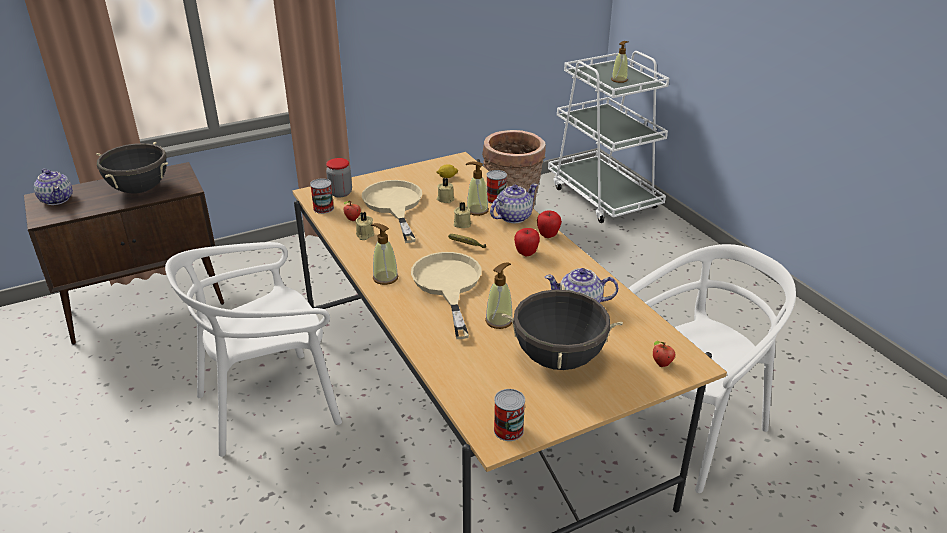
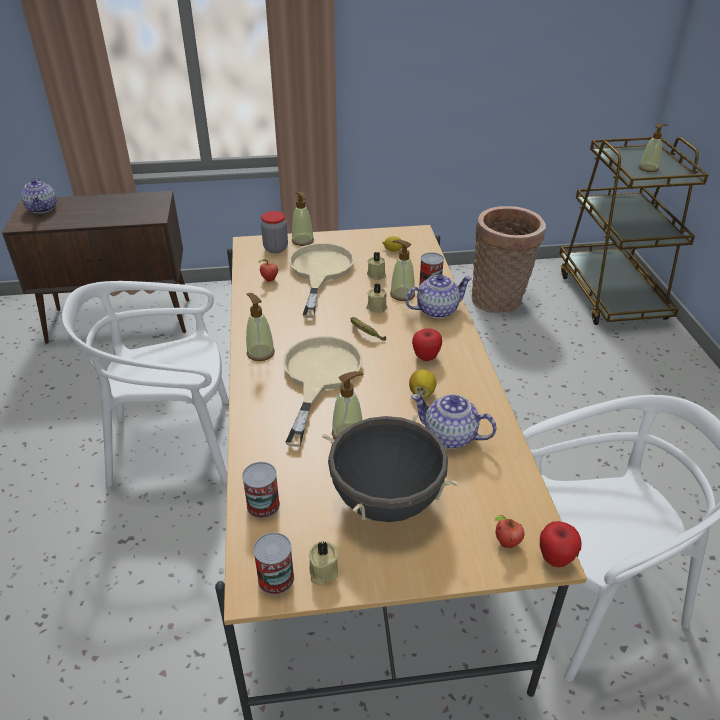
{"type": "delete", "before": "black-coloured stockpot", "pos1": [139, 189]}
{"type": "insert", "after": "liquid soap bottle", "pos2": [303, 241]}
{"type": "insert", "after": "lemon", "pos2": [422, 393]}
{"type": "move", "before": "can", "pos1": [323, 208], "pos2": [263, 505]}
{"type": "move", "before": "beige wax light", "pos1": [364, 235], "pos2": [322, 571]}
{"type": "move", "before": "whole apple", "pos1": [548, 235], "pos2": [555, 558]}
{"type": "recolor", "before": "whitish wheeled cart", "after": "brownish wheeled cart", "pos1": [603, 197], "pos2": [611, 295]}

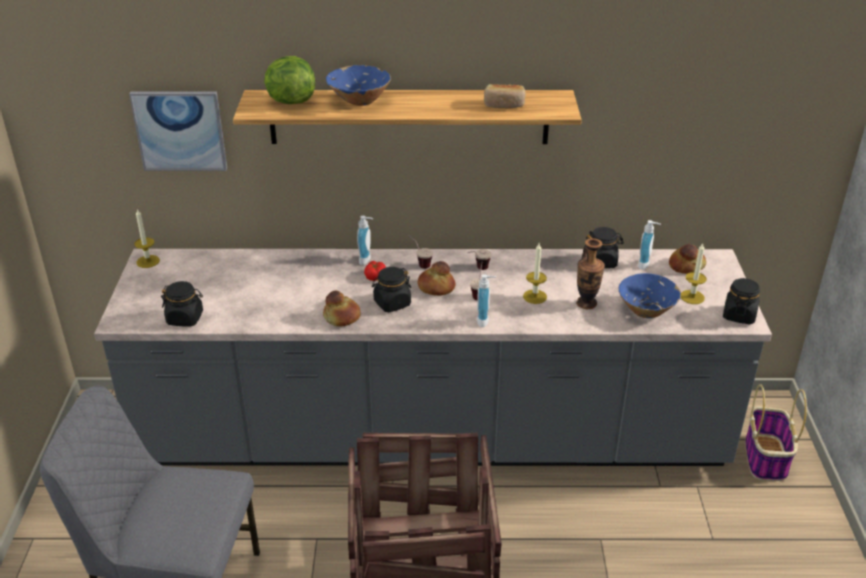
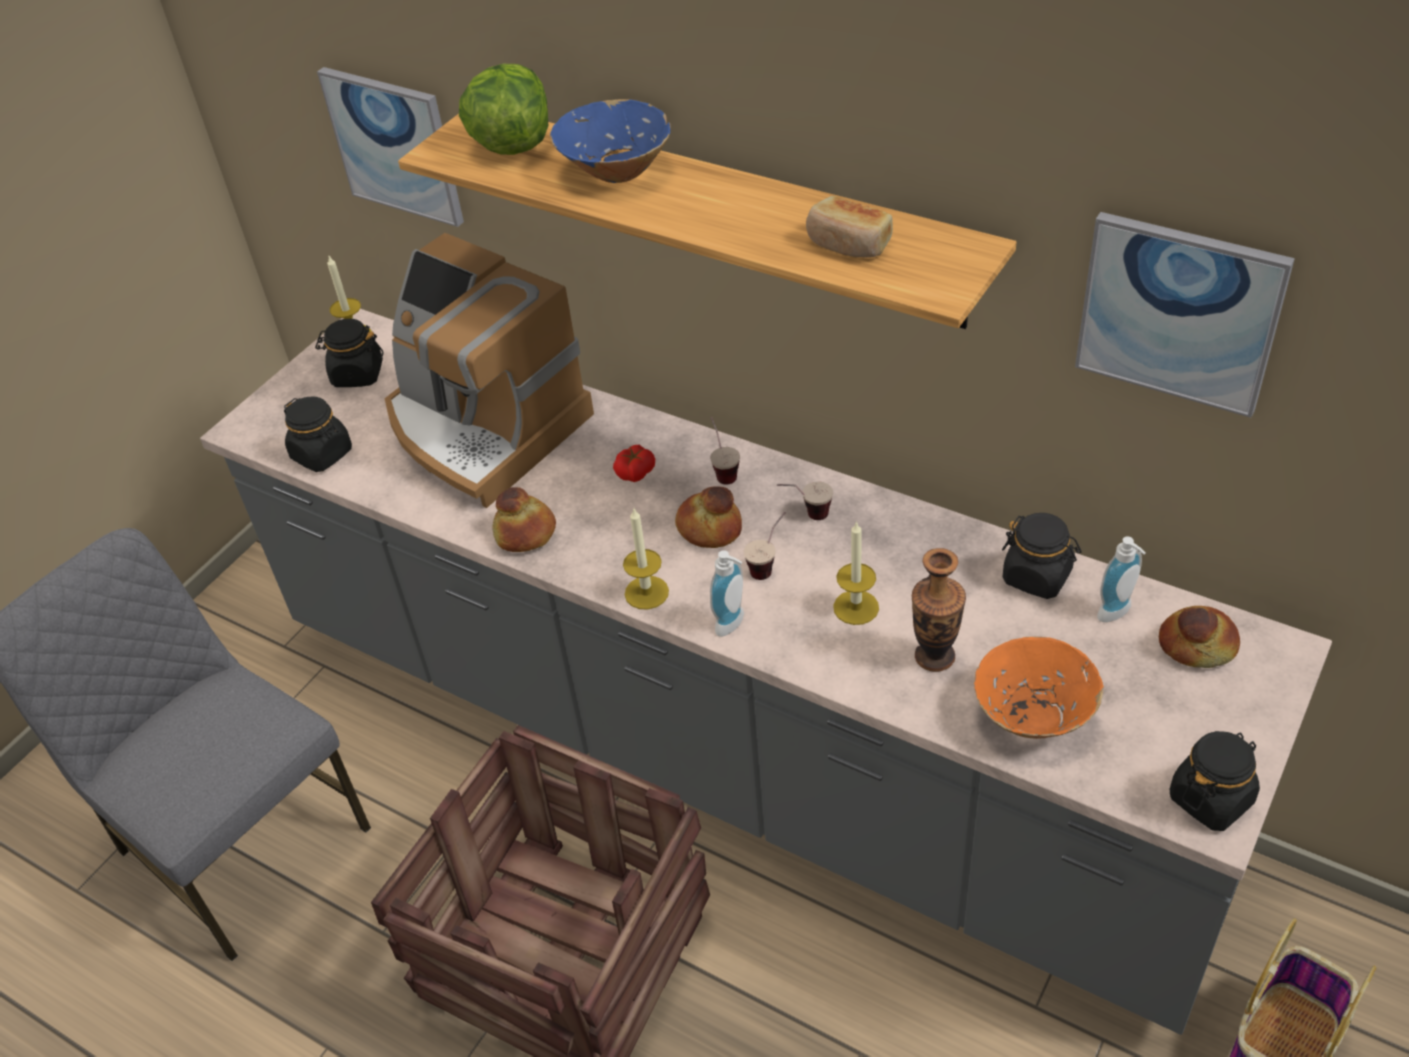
{"type": "delete", "before": "liquid soap bottle", "pos1": [367, 260]}
{"type": "insert", "after": "coffee machine", "pos2": [483, 428]}
{"type": "insert", "after": "picture", "pos2": [1179, 312]}
{"type": "move", "before": "black-coloured jar", "pos1": [392, 303], "pos2": [357, 374]}
{"type": "move", "before": "wax light", "pos1": [692, 297], "pos2": [646, 592]}
{"type": "recolor", "before": "blue serving bowl", "after": "orange-coloured serving bowl", "pos1": [646, 310], "pos2": [1033, 715]}

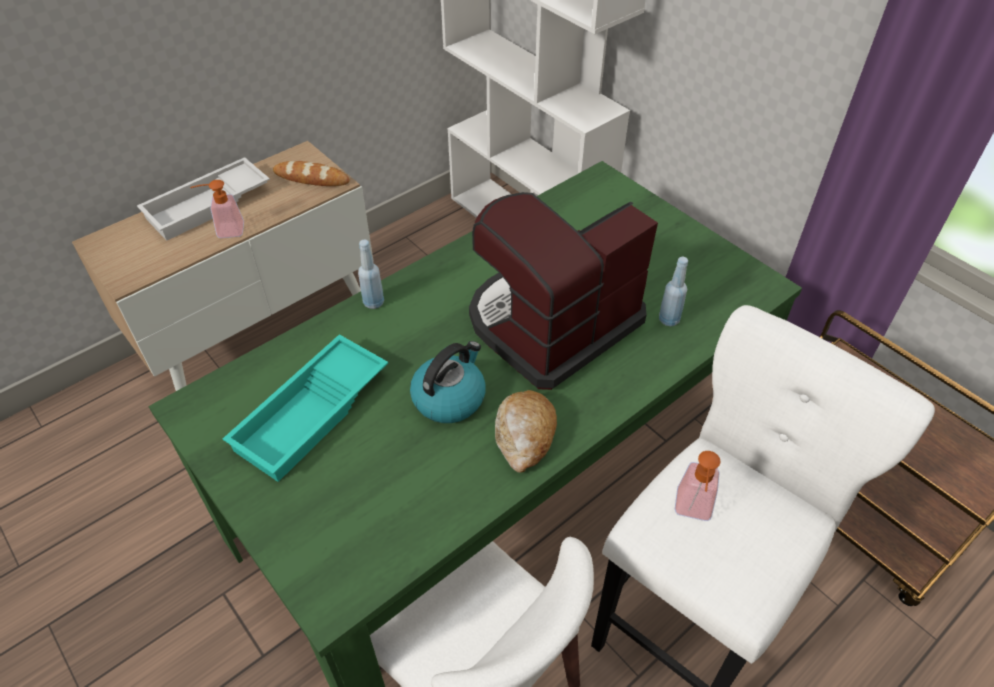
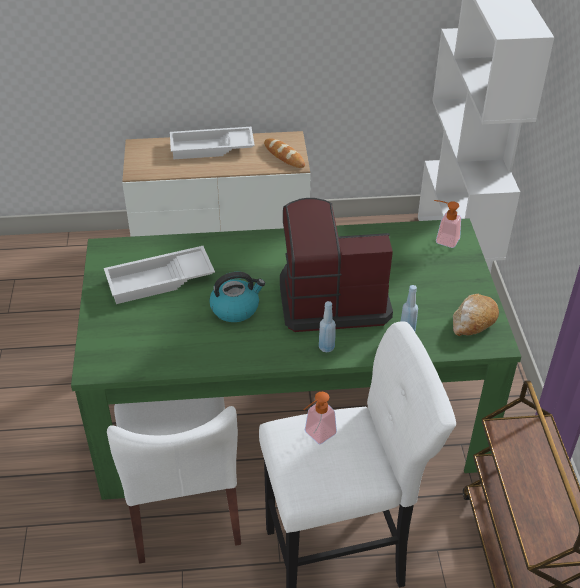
{"type": "move", "before": "liquid soap bottle", "pos1": [225, 231], "pos2": [443, 239]}
{"type": "move", "before": "blue bottle", "pos1": [373, 302], "pos2": [326, 347]}
{"type": "move", "before": "bread", "pos1": [525, 436], "pos2": [473, 321]}
{"type": "recolor", "before": "blue-green carrying tray", "after": "whitish carrying tray", "pos1": [313, 414], "pos2": [159, 281]}

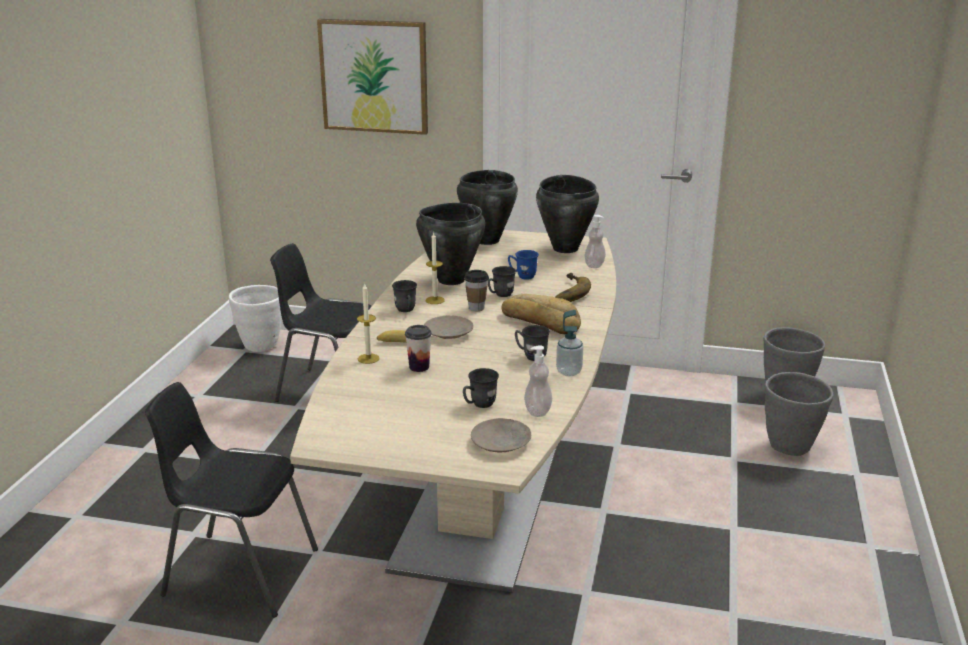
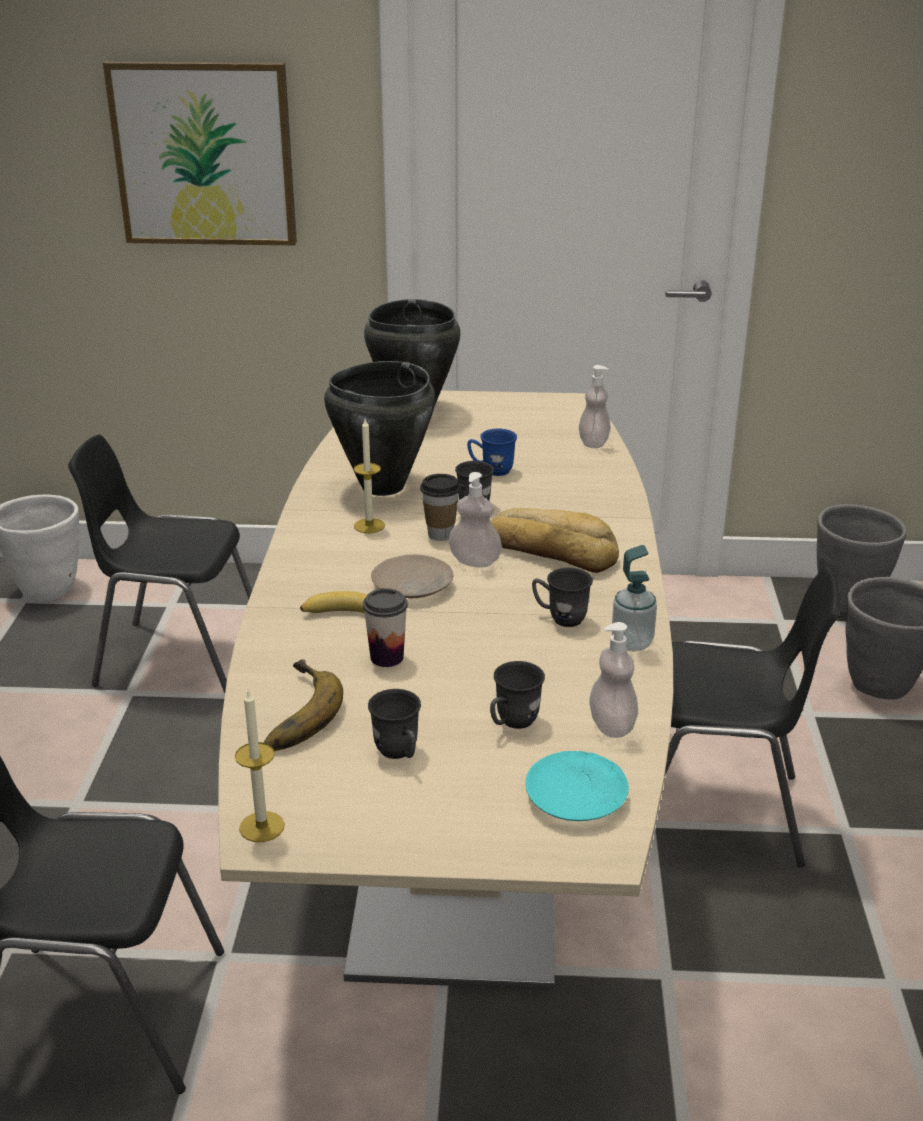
{"type": "delete", "before": "black-coloured stockpot", "pos1": [566, 248]}
{"type": "insert", "after": "liquid soap bottle", "pos2": [475, 561]}
{"type": "insert", "after": "black-coloured plain chair", "pos2": [715, 812]}
{"type": "move", "before": "wax light", "pos1": [368, 358], "pos2": [262, 827]}
{"type": "move", "before": "grey tea mug", "pos1": [406, 310], "pos2": [399, 754]}
{"type": "move", "before": "banana fruit", "pos1": [565, 293], "pos2": [290, 714]}
{"type": "recolor", "before": "beige plate", "after": "blue-green plate", "pos1": [501, 442], "pos2": [577, 796]}

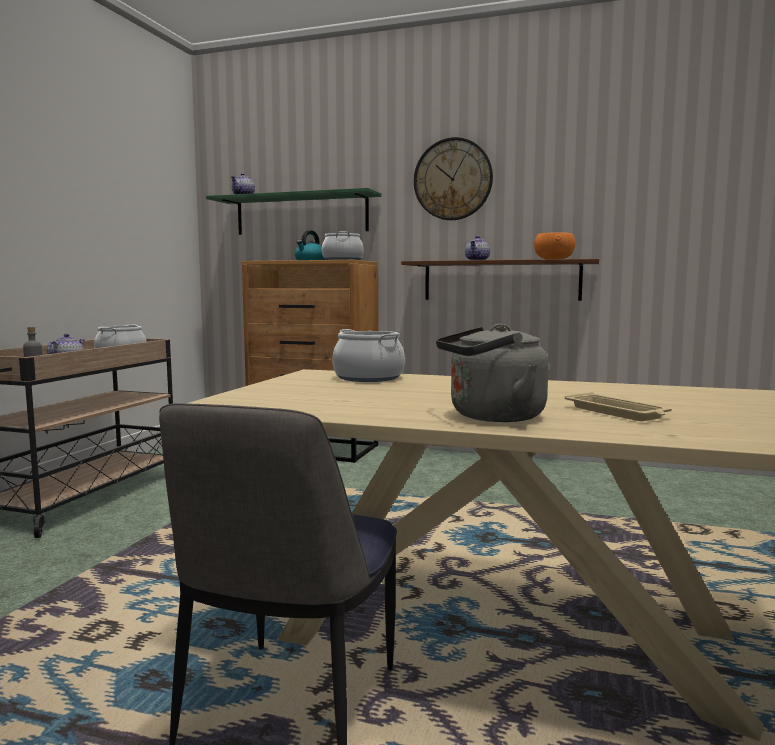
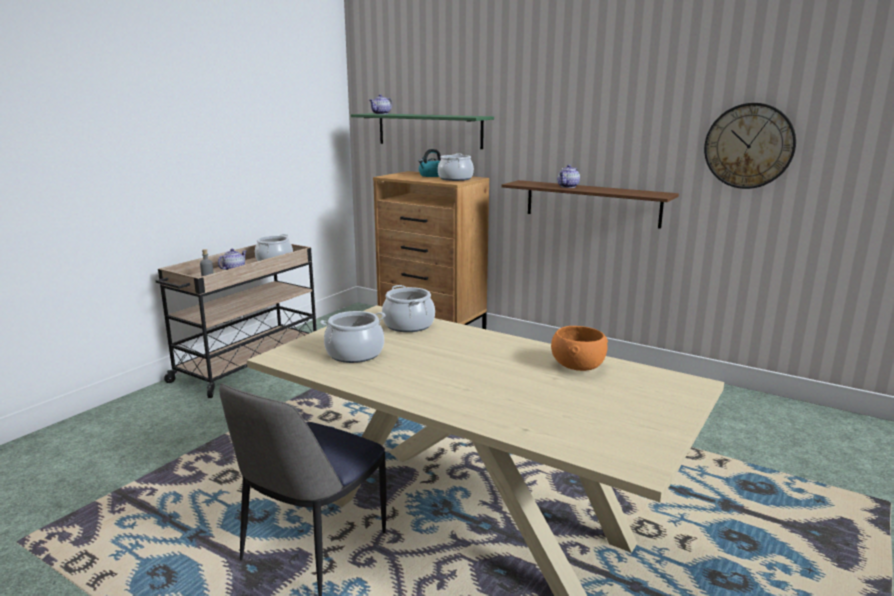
{"type": "delete", "before": "grey tea kettle", "pos1": [491, 417]}
{"type": "delete", "before": "beige carrying tray", "pos1": [617, 412]}
{"type": "insert", "after": "stockpot", "pos2": [354, 353]}
{"type": "move", "before": "clock on the wall", "pos1": [453, 179], "pos2": [749, 146]}
{"type": "move", "before": "orange-coloured serving bowl", "pos1": [553, 259], "pos2": [577, 366]}

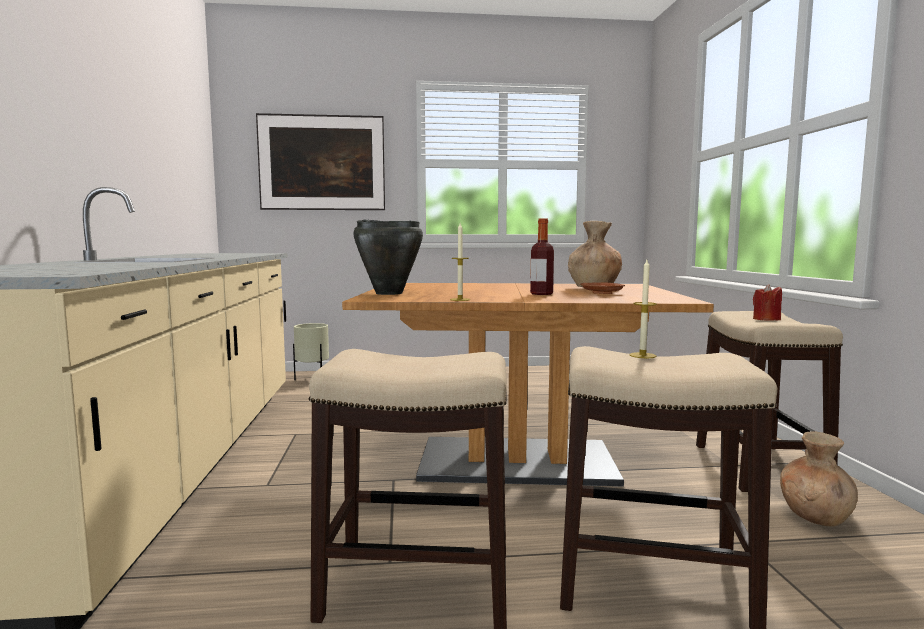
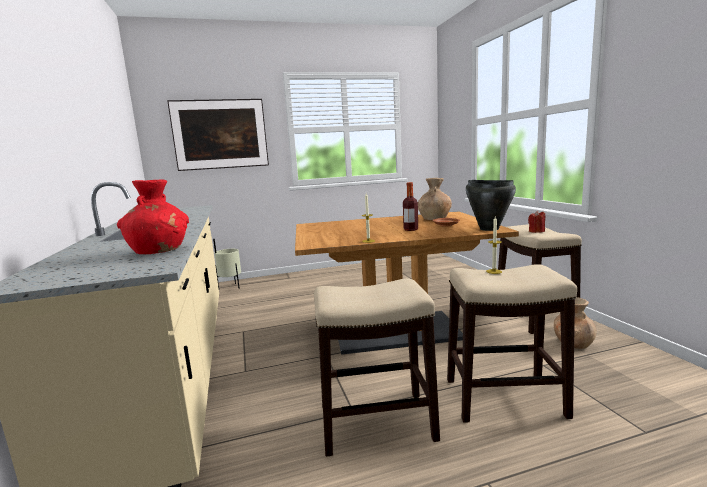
{"type": "insert", "after": "red flower vase", "pos2": [159, 251]}
{"type": "move", "before": "black-coloured stockpot", "pos1": [389, 293], "pos2": [488, 229]}

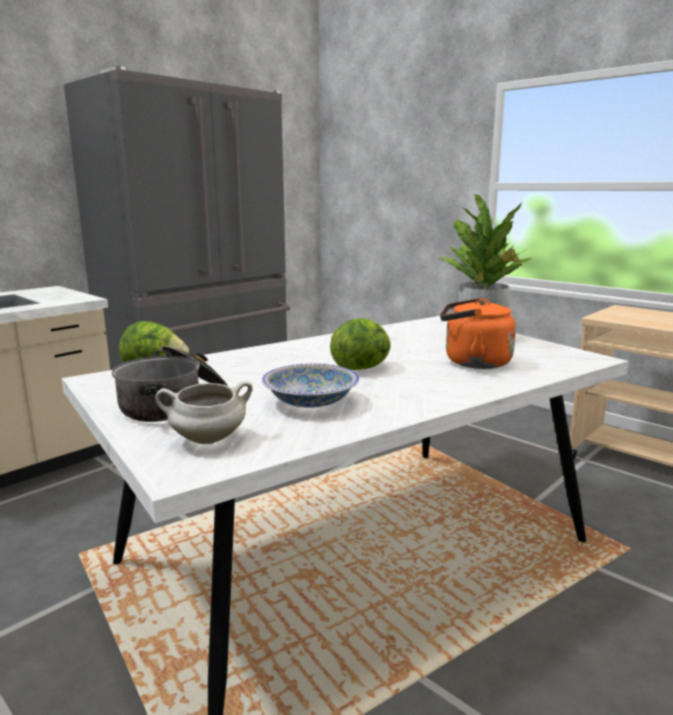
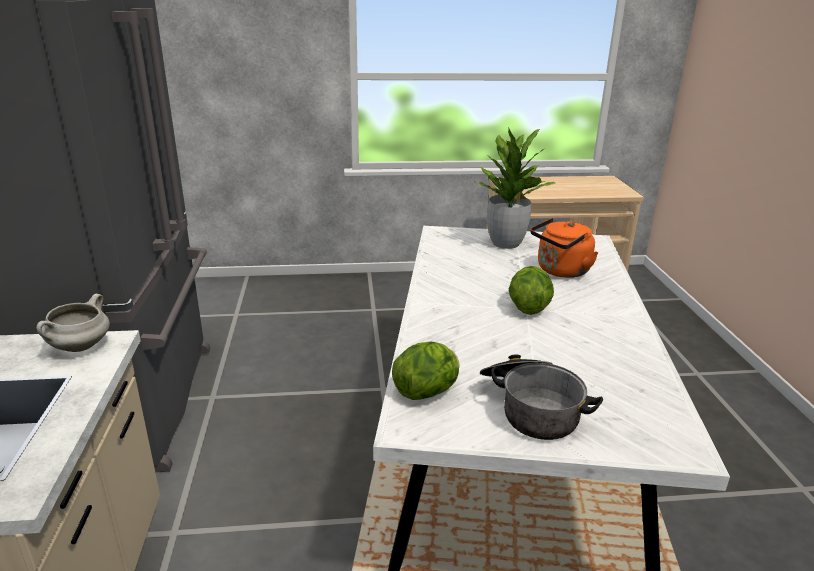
{"type": "delete", "before": "serving bowl", "pos1": [311, 402]}
{"type": "move", "before": "whitish stockpot", "pos1": [207, 440], "pos2": [80, 347]}

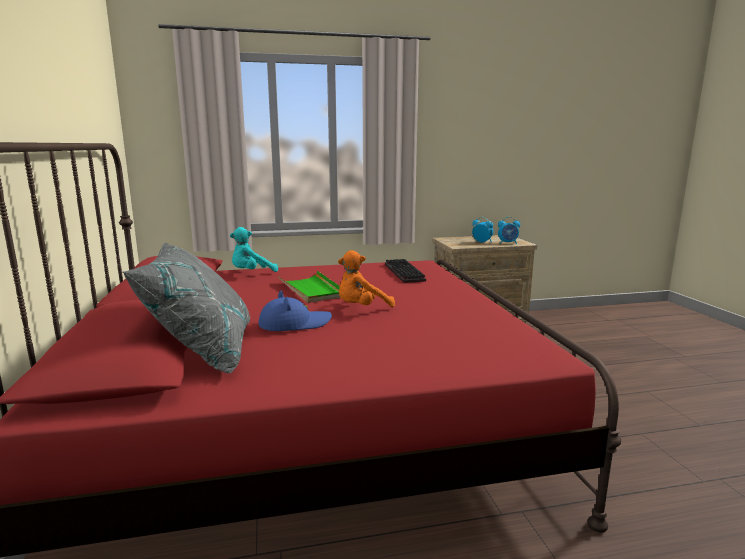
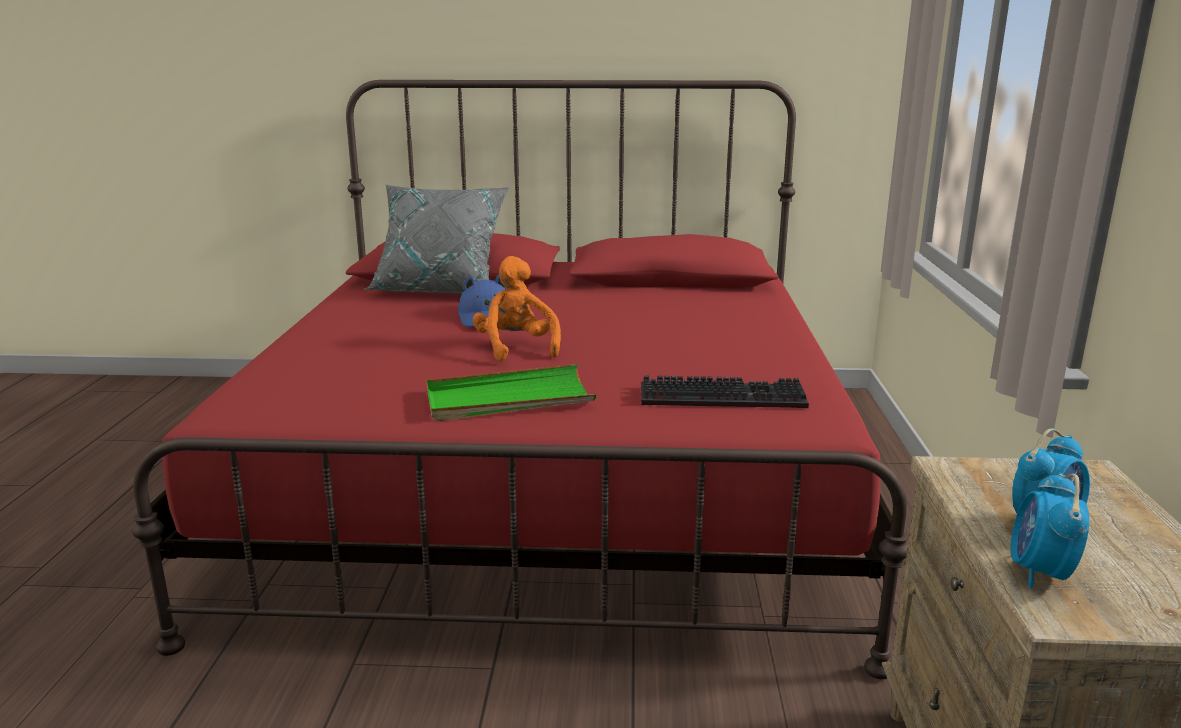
{"type": "delete", "before": "blue-green soft toy", "pos1": [251, 273]}
{"type": "move", "before": "greenish carrying tray", "pos1": [312, 290], "pos2": [508, 399]}

